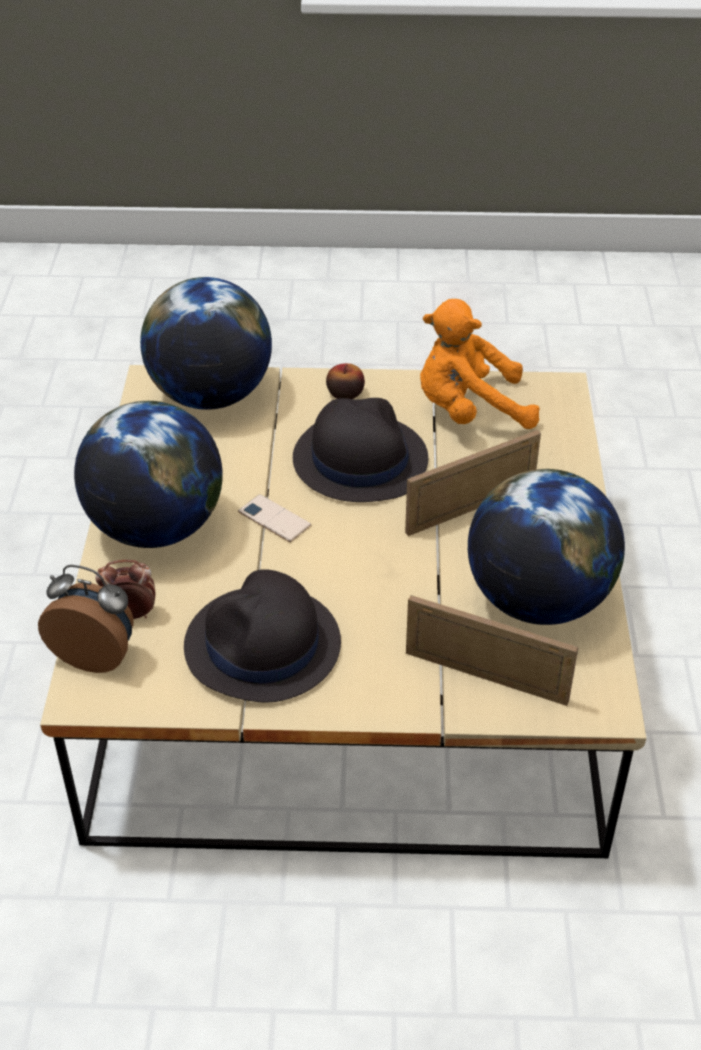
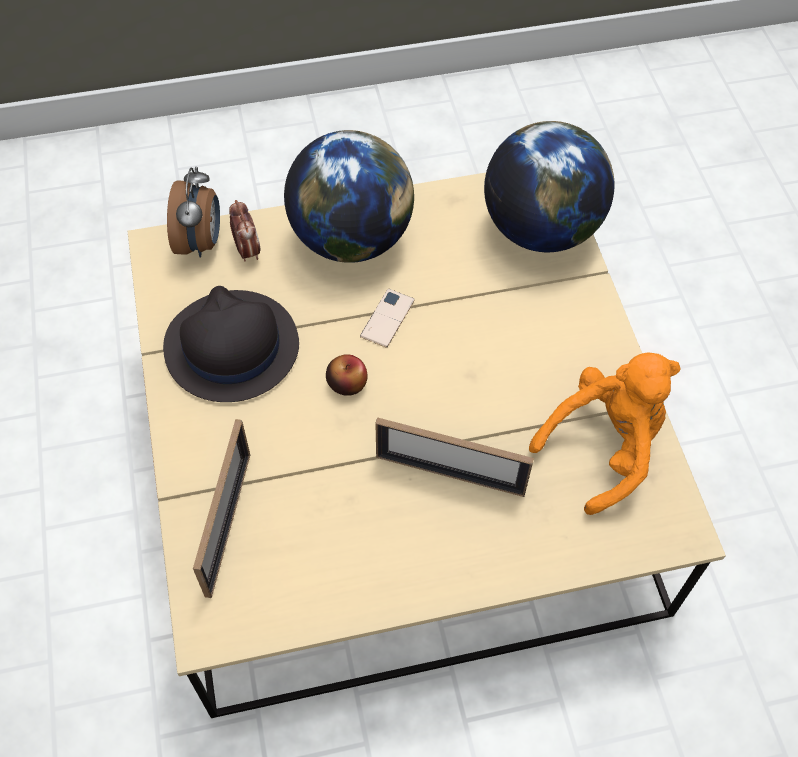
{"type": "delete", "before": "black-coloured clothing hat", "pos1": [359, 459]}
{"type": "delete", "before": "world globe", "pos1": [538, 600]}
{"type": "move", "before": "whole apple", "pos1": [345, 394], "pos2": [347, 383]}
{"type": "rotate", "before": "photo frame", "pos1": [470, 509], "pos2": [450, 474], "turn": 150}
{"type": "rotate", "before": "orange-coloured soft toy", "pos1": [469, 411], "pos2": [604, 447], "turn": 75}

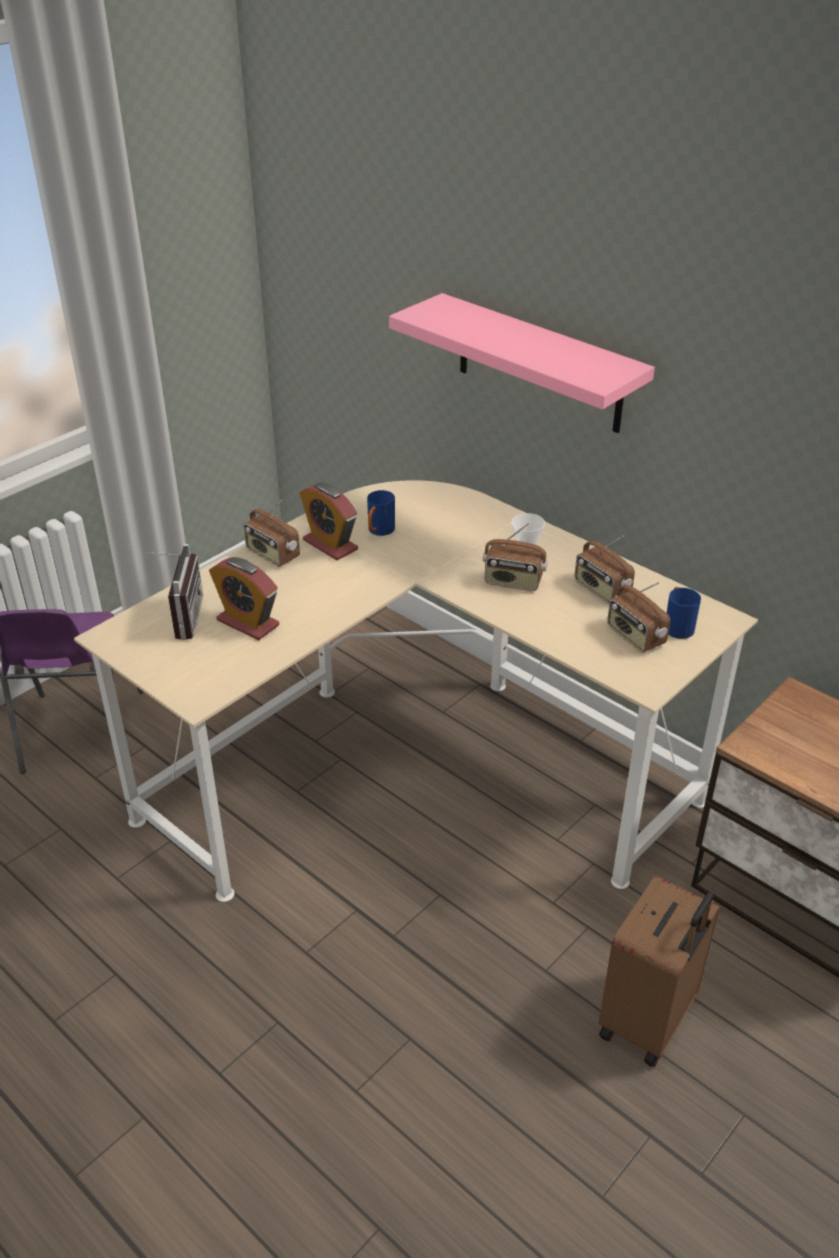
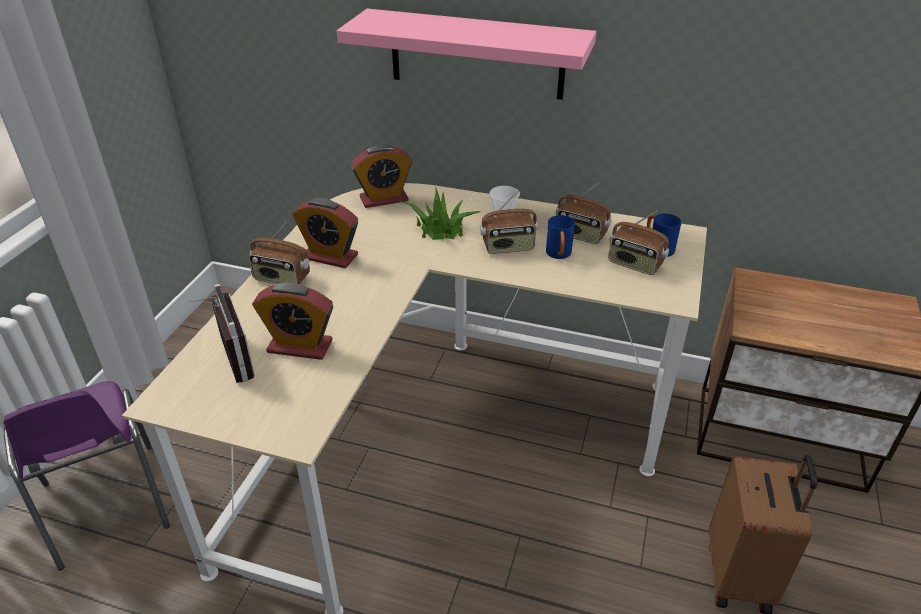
{"type": "insert", "after": "bedside clock", "pos2": [384, 199]}
{"type": "insert", "after": "plant in a pot", "pos2": [440, 228]}
{"type": "move", "before": "blue tea mug", "pos1": [379, 532], "pos2": [559, 255]}

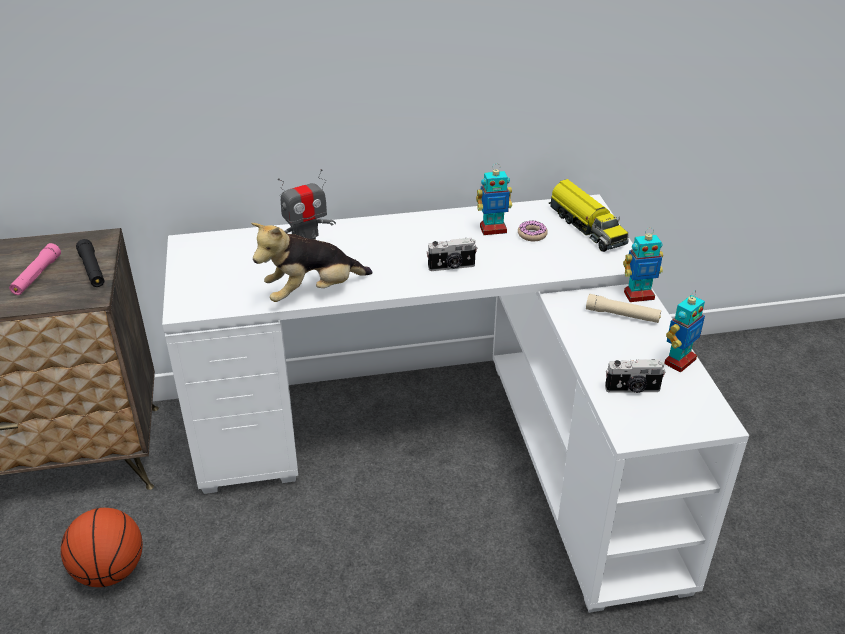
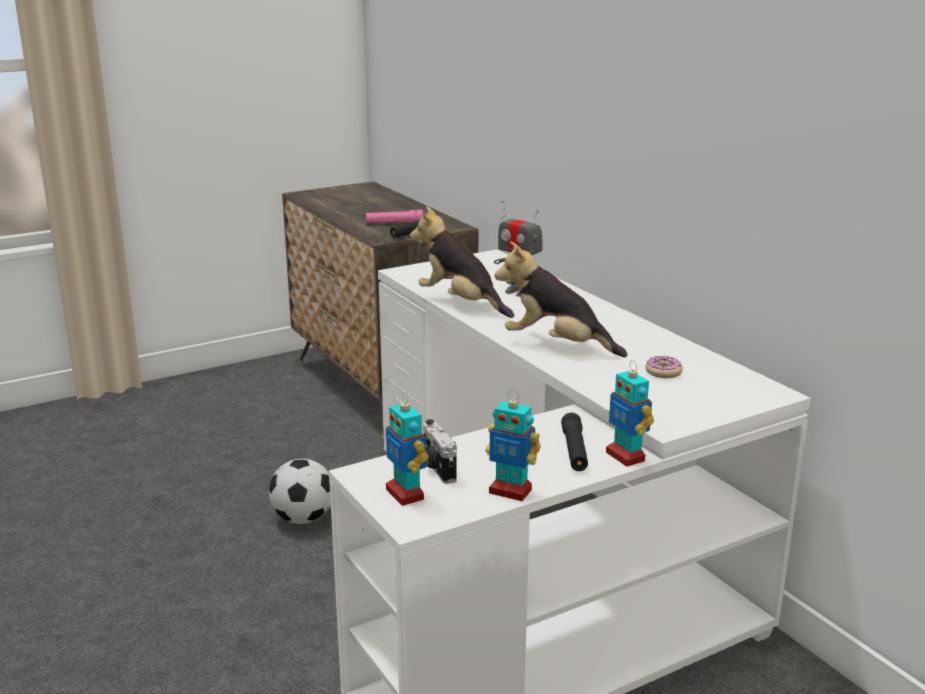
{"type": "delete", "before": "ball for basketball", "pos1": [110, 571]}
{"type": "delete", "before": "toy truck", "pos1": [586, 226]}
{"type": "insert", "after": "ball for football", "pos2": [303, 518]}
{"type": "move", "before": "toy robot", "pos1": [493, 229], "pos2": [406, 494]}
{"type": "replace", "before": "still camera", "after": "soft toy", "pos1": [451, 267], "pos2": [556, 345]}
{"type": "recolor", "before": "beige torch", "after": "black-coloured torch", "pos1": [622, 315], "pos2": [574, 451]}

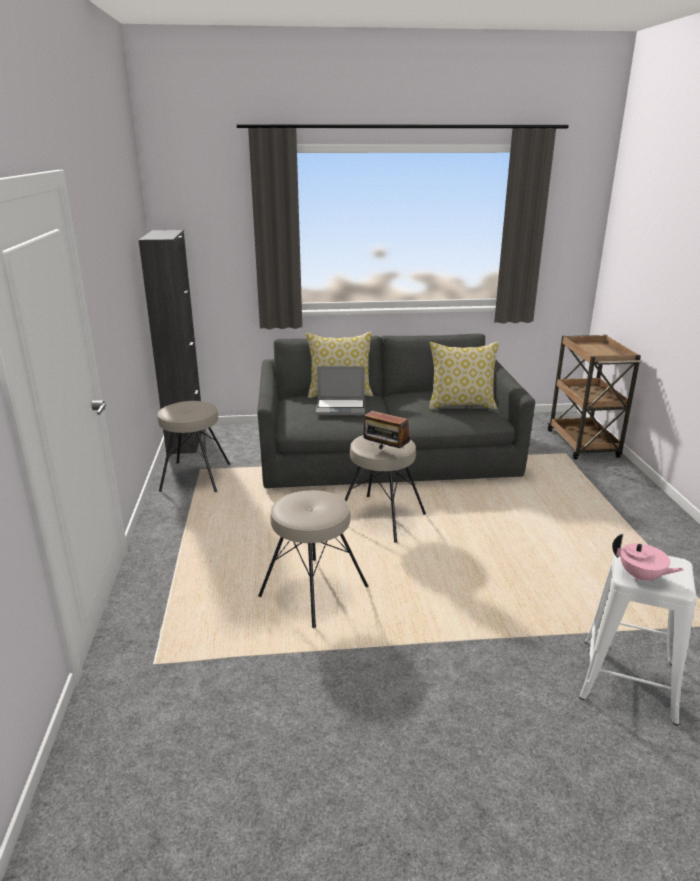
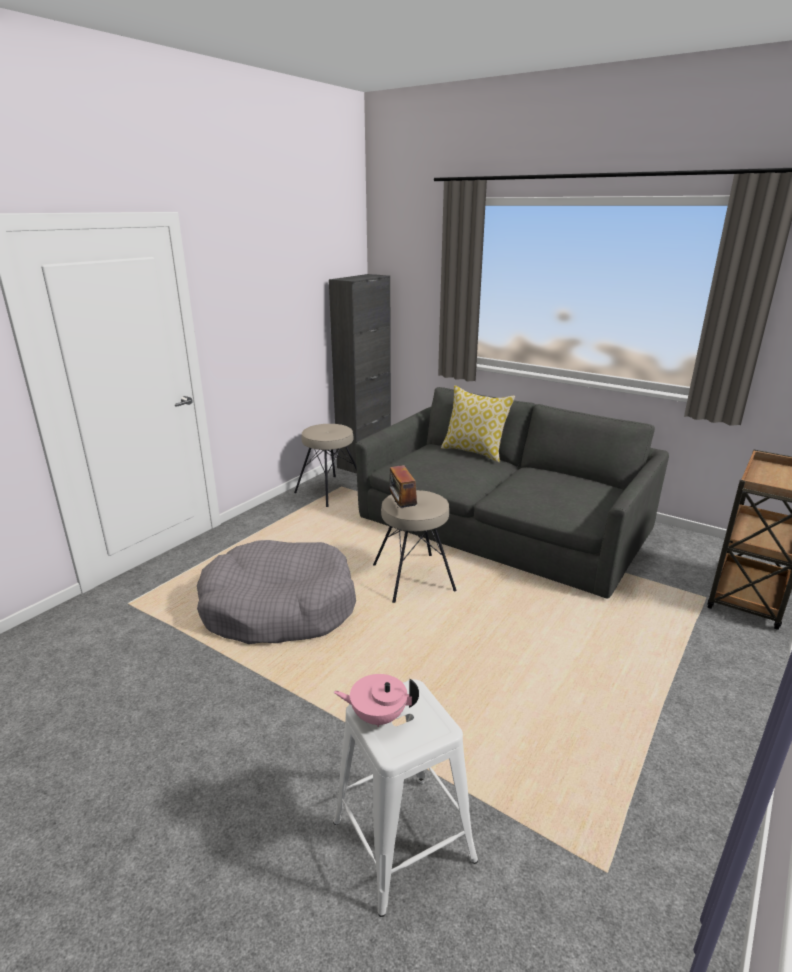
{"type": "delete", "before": "notebook computer", "pos1": [341, 408]}
{"type": "delete", "before": "throw pillow", "pos1": [461, 405]}
{"type": "replace", "before": "beige stool", "after": "grey dog cushion", "pos1": [312, 591], "pos2": [279, 607]}
{"type": "rotate", "before": "pink-coloured tea pot", "pos1": [641, 577], "pos2": [378, 716], "turn": 105}

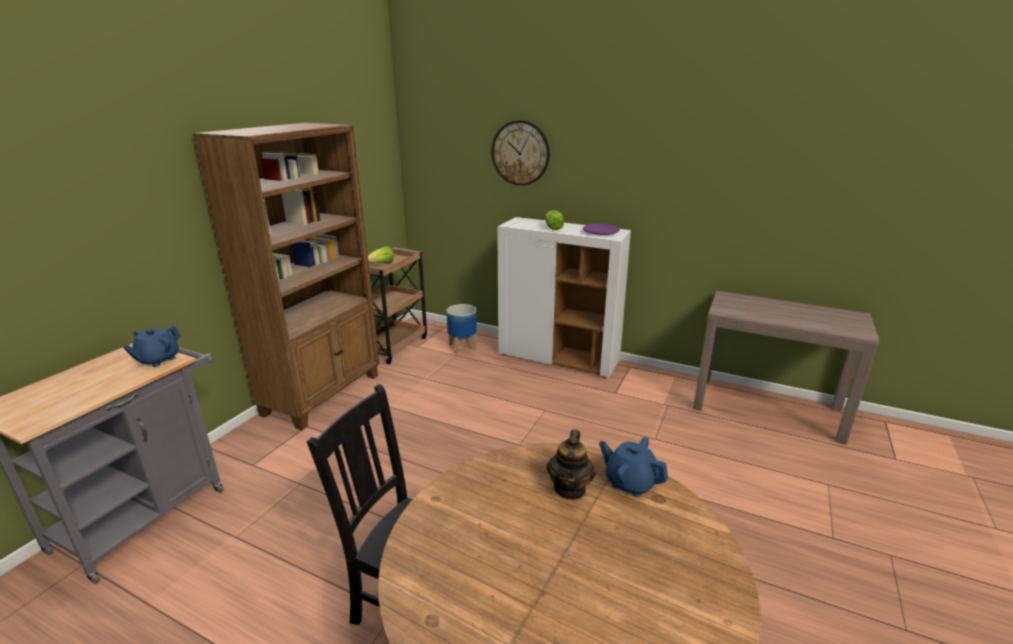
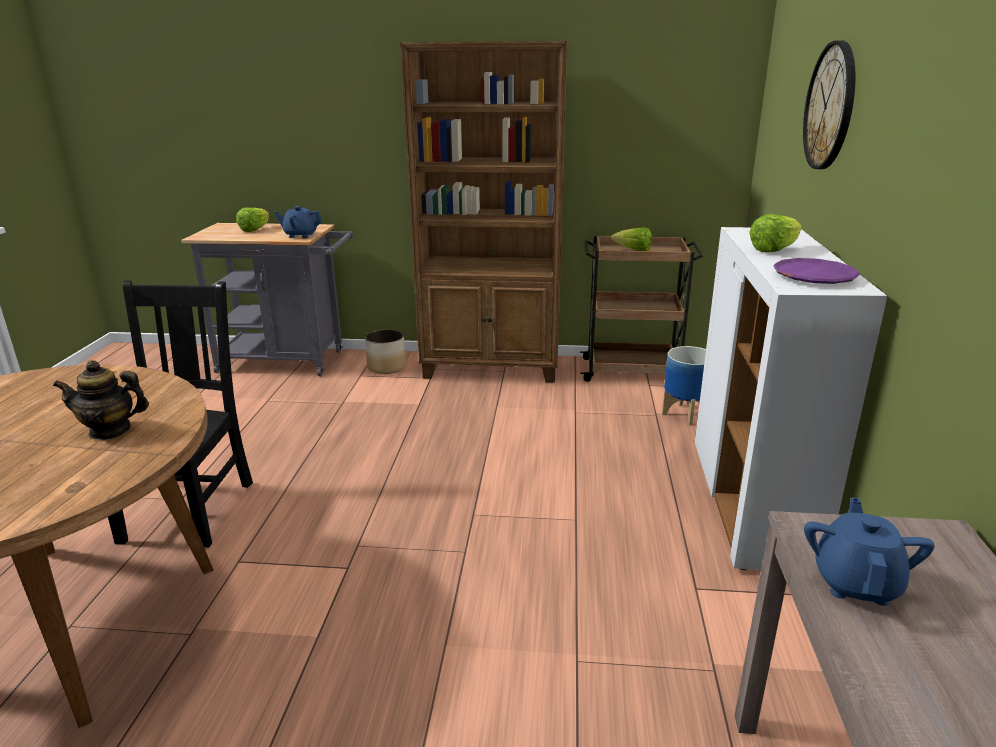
{"type": "insert", "after": "lettuce", "pos2": [255, 230]}
{"type": "insert", "after": "flower pot", "pos2": [387, 367]}
{"type": "move", "before": "blue tea pot", "pos1": [630, 482], "pos2": [856, 583]}

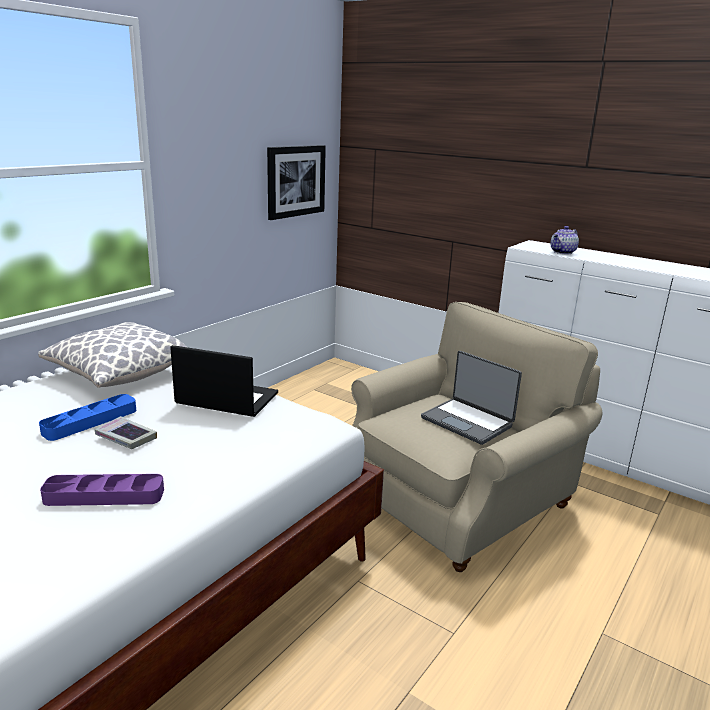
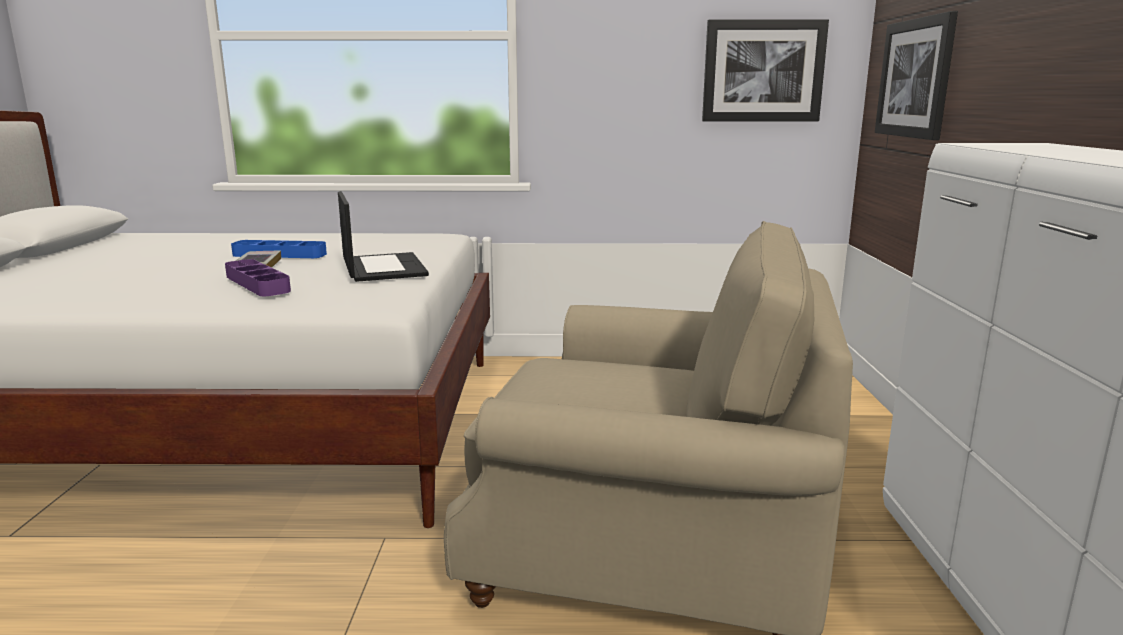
{"type": "delete", "before": "throw pillow", "pos1": [119, 375]}
{"type": "delete", "before": "notebook computer", "pos1": [468, 421]}
{"type": "delete", "before": "tea pot", "pos1": [563, 252]}
{"type": "insert", "after": "picture", "pos2": [915, 78]}
{"type": "move", "before": "purple-coloured carrying tray", "pos1": [104, 495], "pos2": [257, 283]}

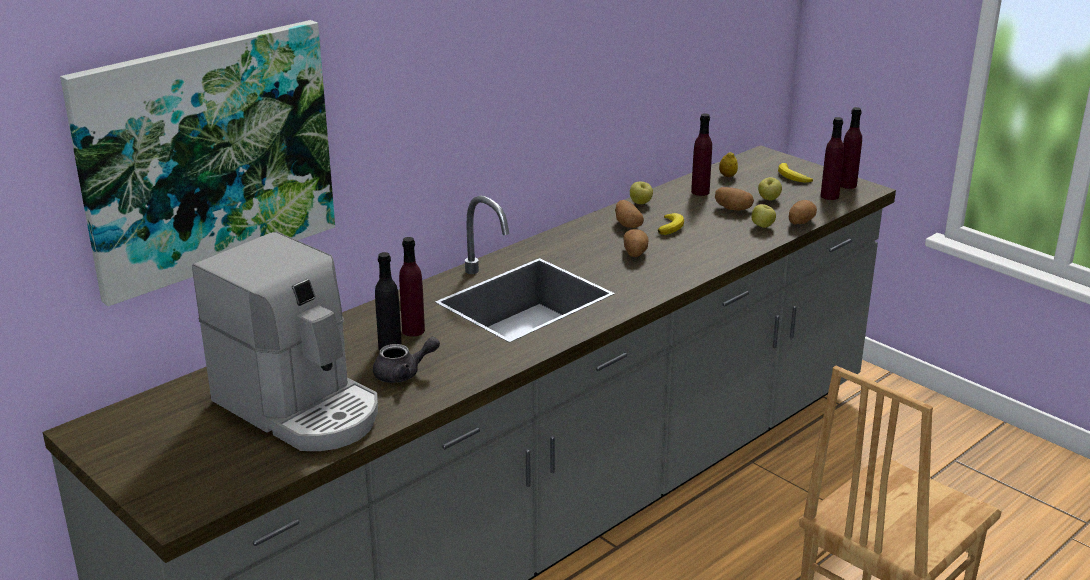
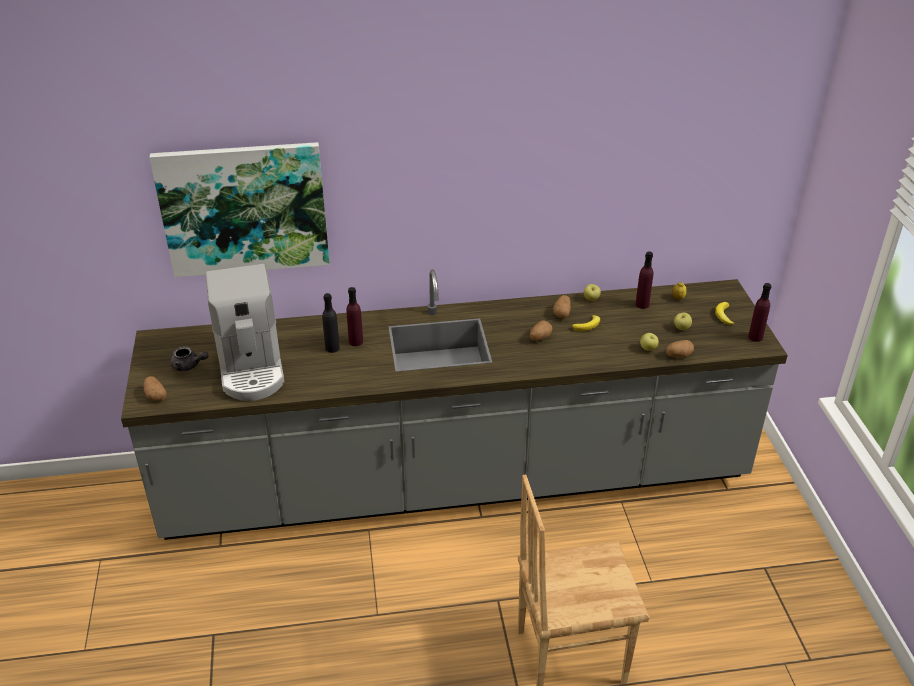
{"type": "delete", "before": "purple-coloured bottle", "pos1": [829, 196]}
{"type": "move", "before": "grey tea pot", "pos1": [403, 374], "pos2": [189, 366]}
{"type": "move", "before": "whole potato", "pos1": [732, 209], "pos2": [155, 395]}

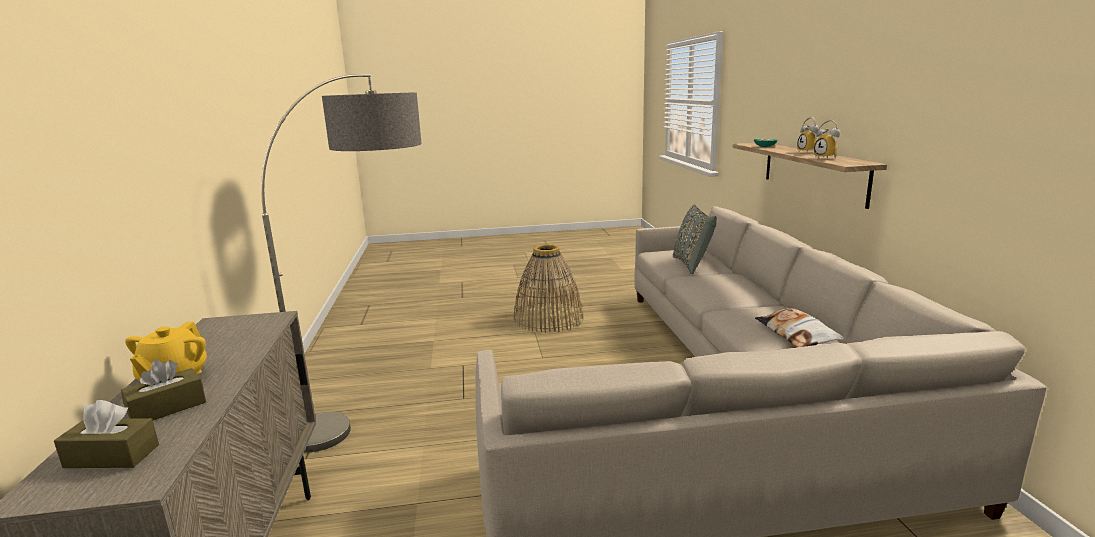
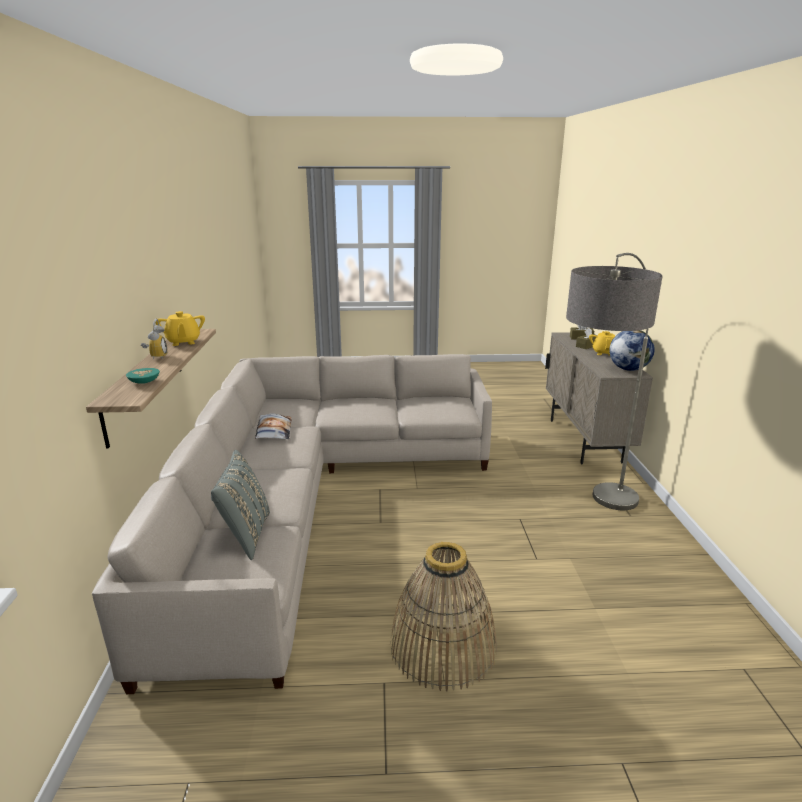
{"type": "insert", "after": "world globe", "pos2": [628, 369]}
{"type": "replace", "before": "bedside clock", "after": "yellow-coloured tea pot", "pos1": [828, 158], "pos2": [183, 342]}

